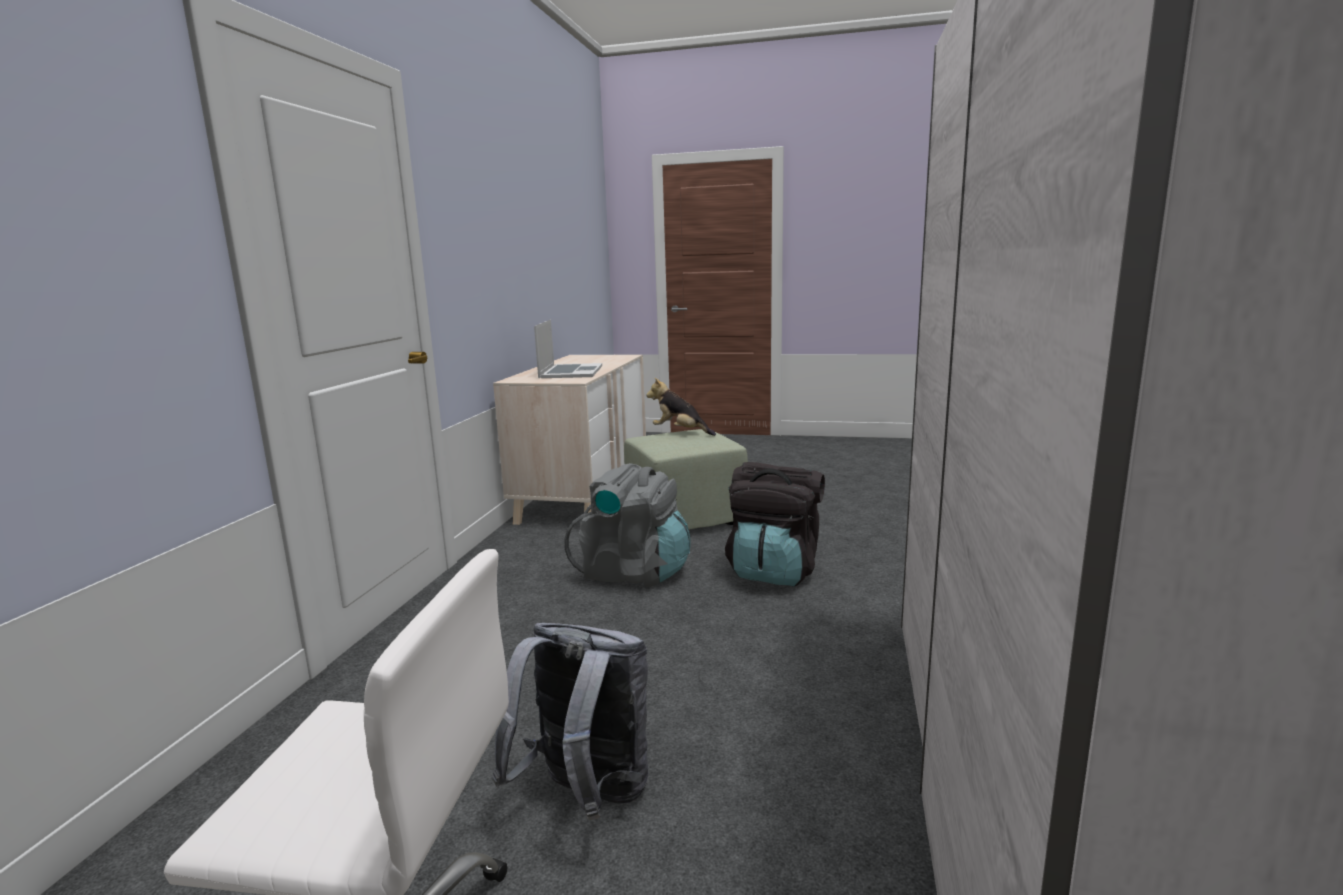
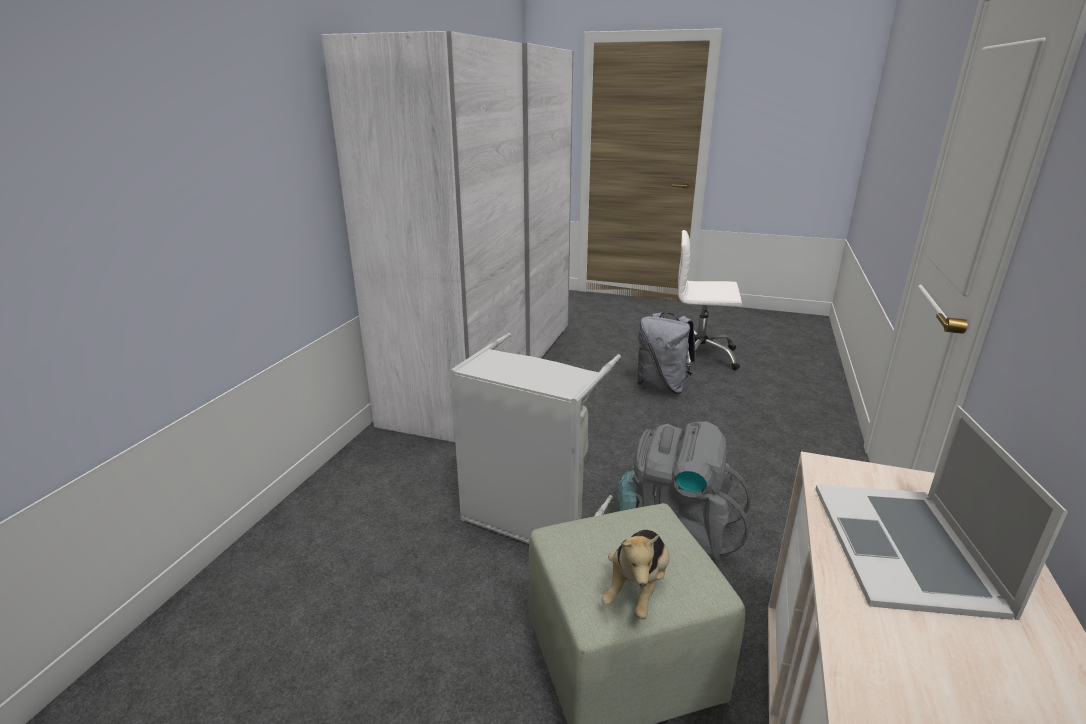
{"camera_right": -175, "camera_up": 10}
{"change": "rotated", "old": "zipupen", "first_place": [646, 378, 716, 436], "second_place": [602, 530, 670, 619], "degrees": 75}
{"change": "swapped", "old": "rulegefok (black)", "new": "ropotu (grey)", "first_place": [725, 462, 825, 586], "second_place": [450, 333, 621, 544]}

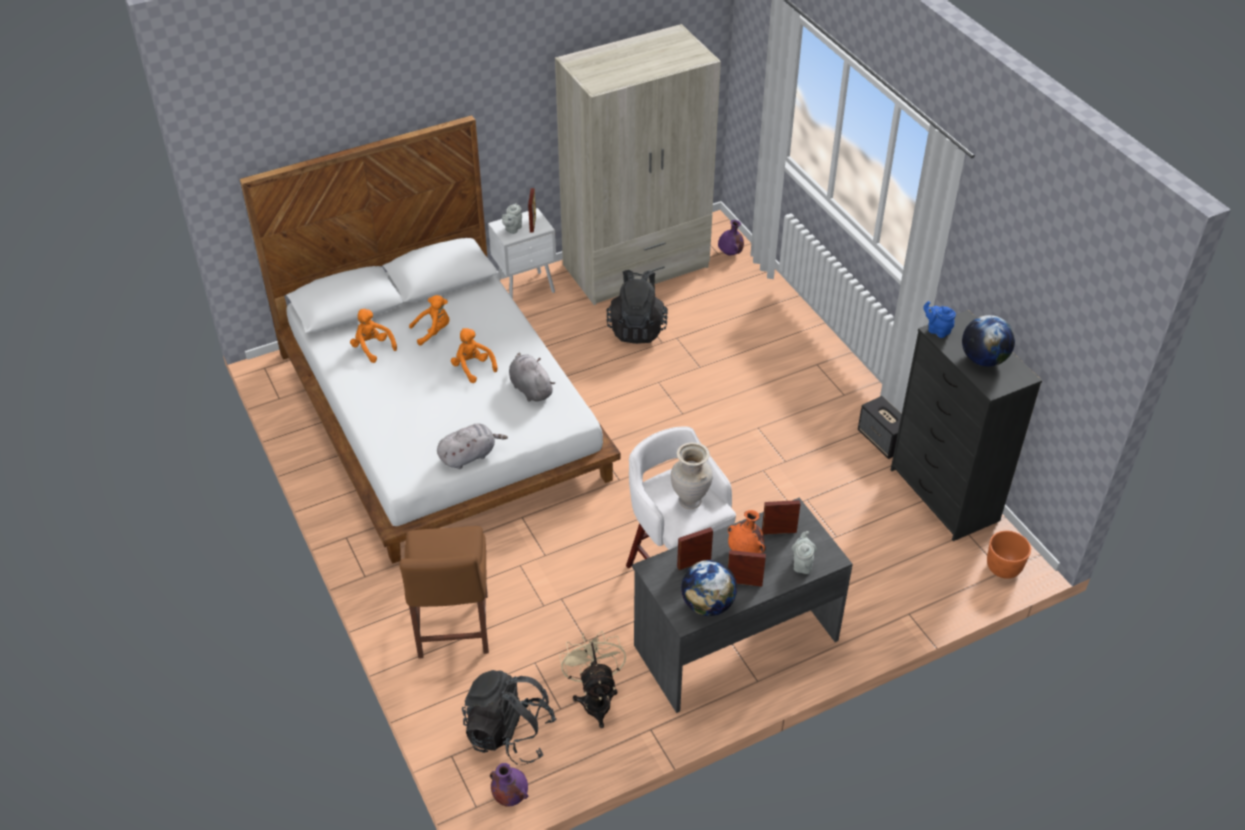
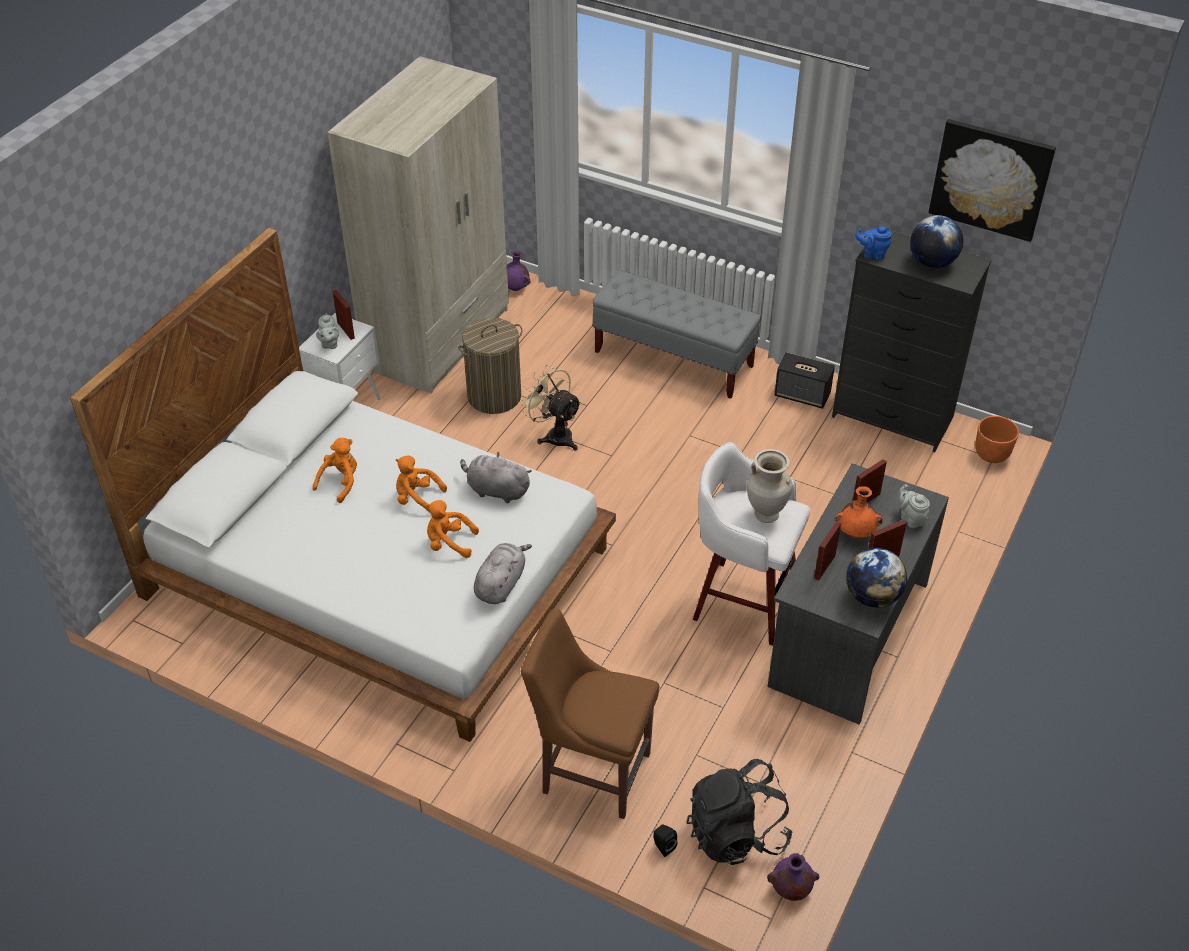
{"camera_right": -35, "camera_up": 0}
{"change": "swapped", "old": "rulegefok (black)", "new": "ropotu", "first_place": [606, 270, 668, 344], "second_place": [458, 318, 522, 414]}
{"change": "shifted", "old": "zipupen (orange)", "first_place": [350, 309, 397, 363], "second_place": [426, 500, 479, 558]}
{"change": "rotated", "old": "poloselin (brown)", "first_place": [399, 526, 489, 659], "second_place": [521, 609, 659, 819], "degrees": 150}
{"change": "shifted", "old": "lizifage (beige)", "first_place": [559, 631, 626, 728], "second_place": [520, 365, 582, 451]}
{"change": "new", "new": "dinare", "second_place": [929, 119, 1056, 242]}
{"change": "new", "new": "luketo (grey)", "second_place": [593, 270, 761, 399]}
{"change": "new", "new": "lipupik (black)", "second_place": [653, 825, 677, 857]}

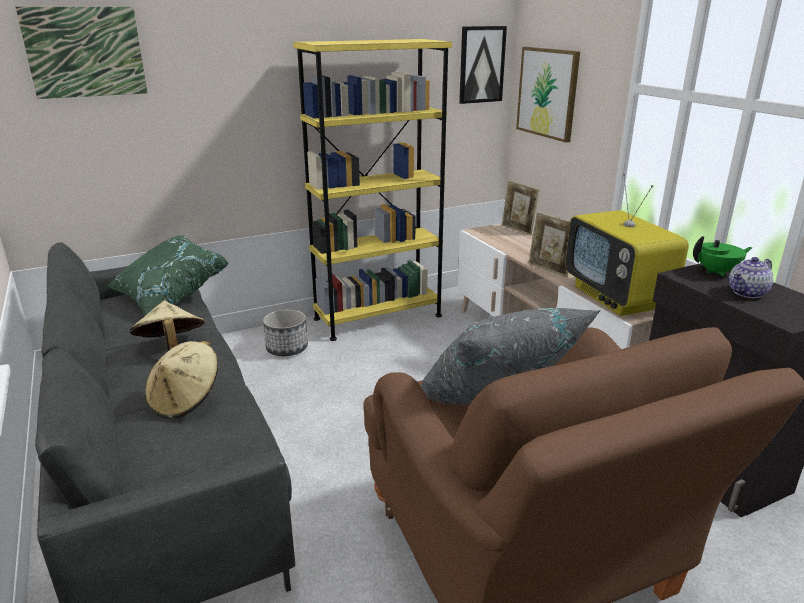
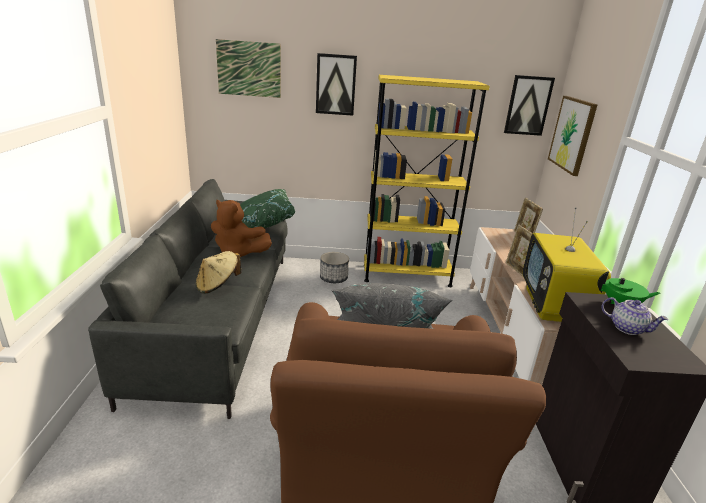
{"camera_right": 25, "camera_up": 0}
{"change": "rotated", "old": "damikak", "first_place": [729, 257, 774, 298], "second_place": [602, 297, 668, 335], "degrees": -135}
{"change": "swapped", "old": "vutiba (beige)", "new": "zipupen (brown)", "first_place": [130, 300, 205, 351], "second_place": [211, 200, 272, 257]}
{"change": "new", "new": "dinare", "second_place": [316, 53, 357, 116]}

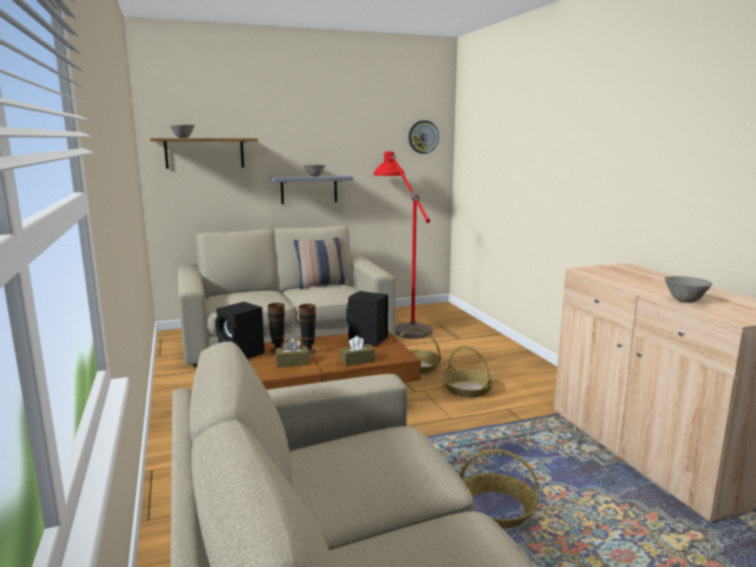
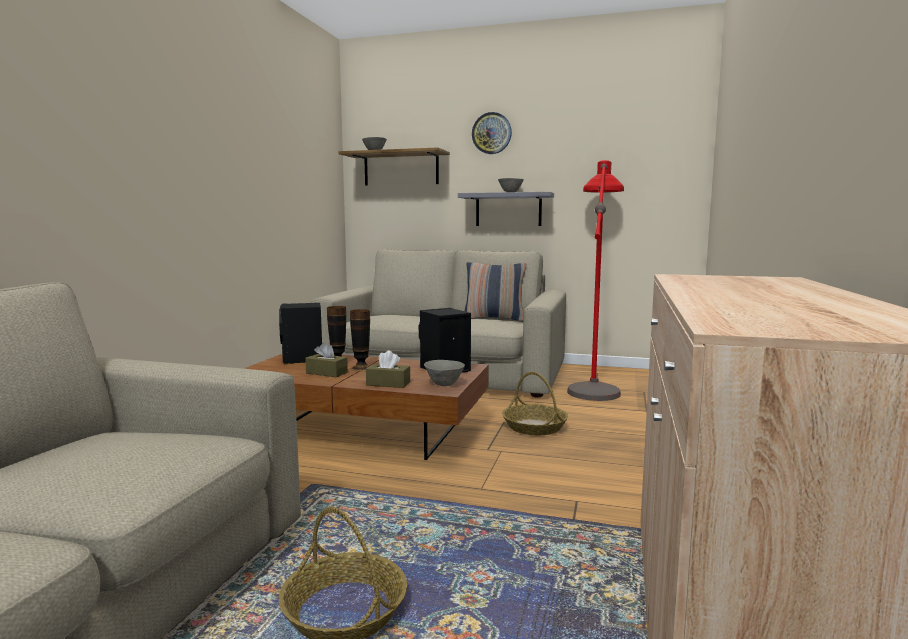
{"camera_right": 35, "camera_up": -5}
{"change": "shifted", "old": "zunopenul", "first_place": [408, 120, 439, 154], "second_place": [472, 112, 512, 154]}
{"change": "shifted", "old": "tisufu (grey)", "first_place": [665, 276, 712, 303], "second_place": [424, 360, 465, 386]}
{"change": "gone", "old": "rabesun", "first_place": [442, 346, 495, 397]}

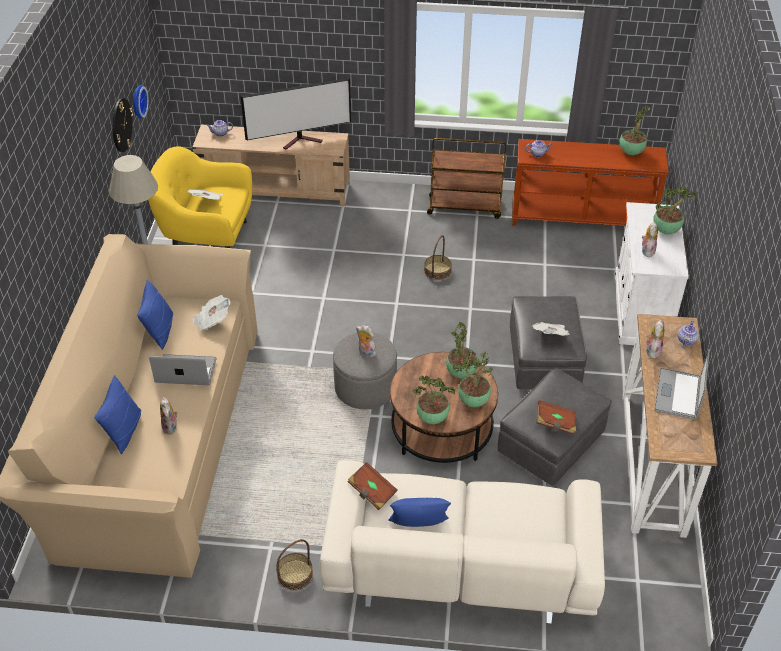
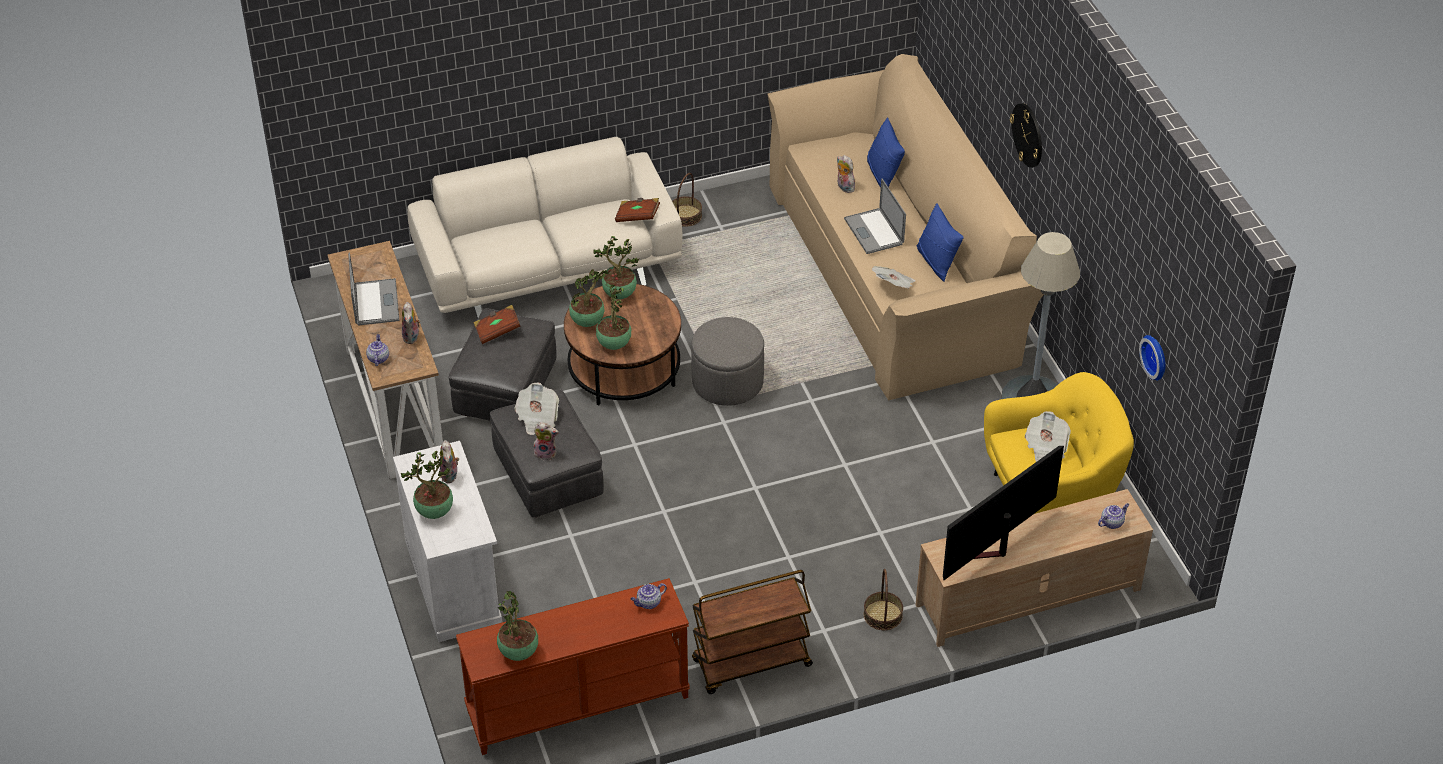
{"camera_right": 155, "camera_up": 0}
{"change": "shifted", "old": "zunopenul", "first_place": [113, 98, 133, 152], "second_place": [1010, 103, 1042, 168]}
{"change": "shifted", "old": "rabesun", "first_place": [424, 235, 452, 280], "second_place": [864, 569, 903, 630]}
{"change": "shifted", "old": "zipupen", "first_place": [356, 325, 376, 357], "second_place": [534, 422, 559, 460]}
{"change": "rotated", "old": "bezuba", "first_place": [149, 354, 216, 385], "second_place": [844, 179, 906, 254], "degrees": 90}
{"change": "gone", "old": "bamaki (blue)", "first_place": [388, 498, 451, 527]}

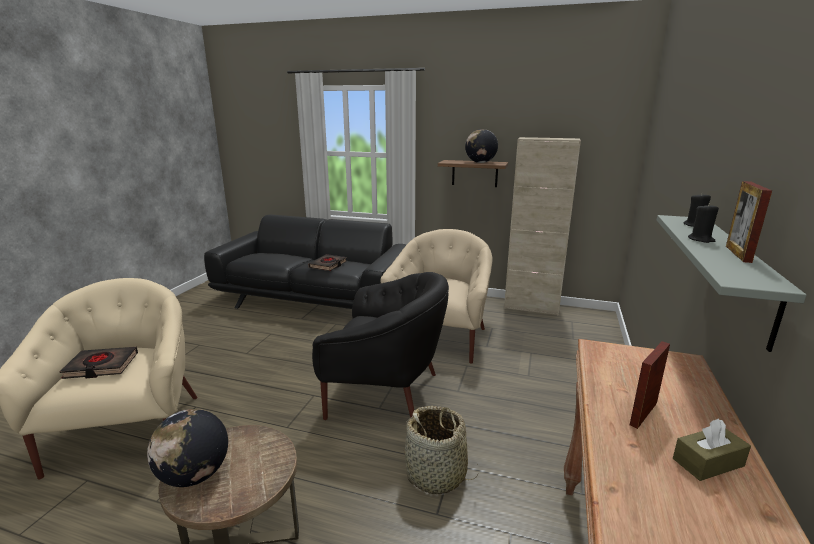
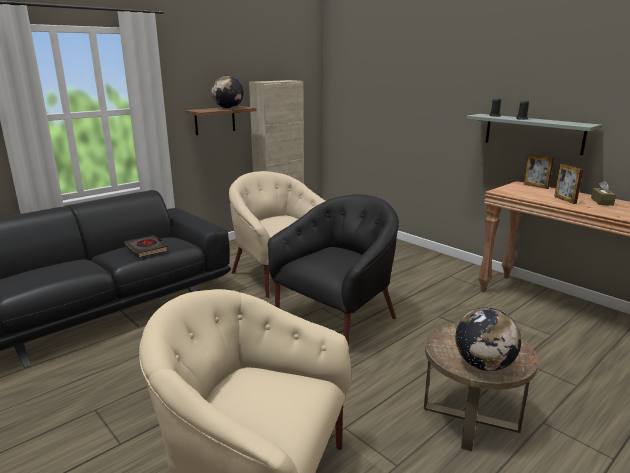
{"camera_right": -60, "camera_up": 0}
{"change": "shifted", "old": "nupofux", "first_place": [726, 181, 772, 263], "second_place": [524, 154, 554, 189]}
{"change": "gone", "old": "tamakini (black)", "first_place": [60, 347, 138, 379]}
{"change": "gone", "old": "rabesun", "first_place": [403, 406, 479, 494]}

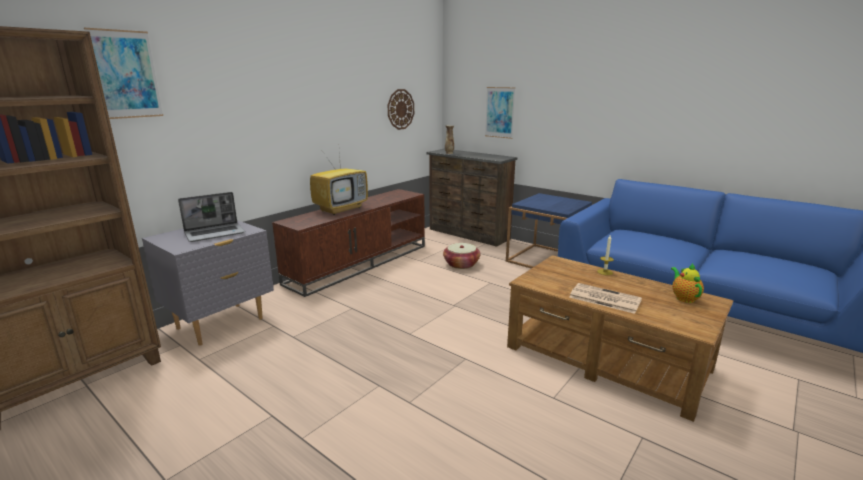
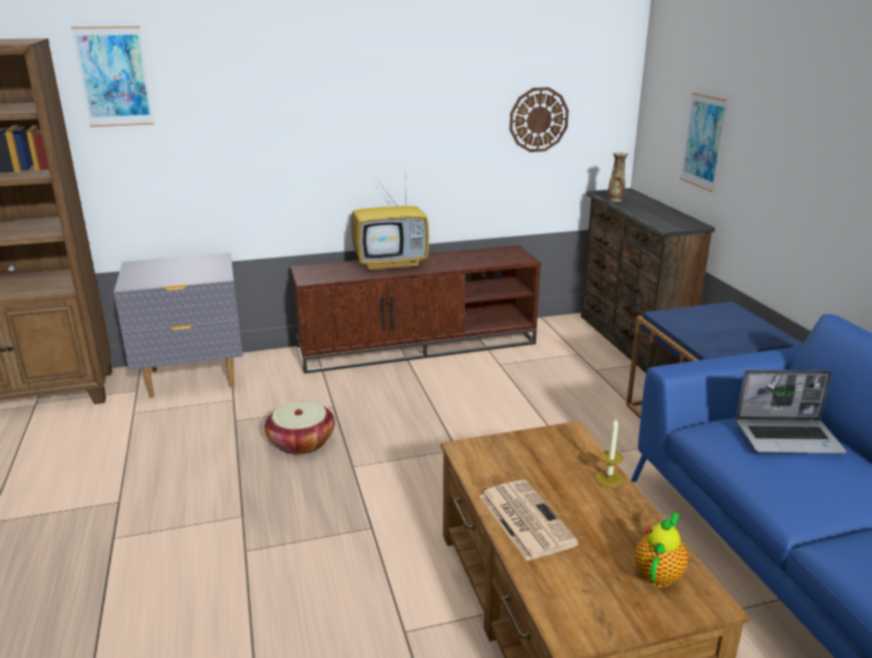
{"camera_right": 35, "camera_up": 5}
{"change": "shifted", "old": "bezuba", "first_place": [178, 192, 245, 242], "second_place": [736, 370, 847, 453]}
{"change": "shifted", "old": "rabesun", "first_place": [443, 243, 480, 269], "second_place": [265, 400, 335, 455]}

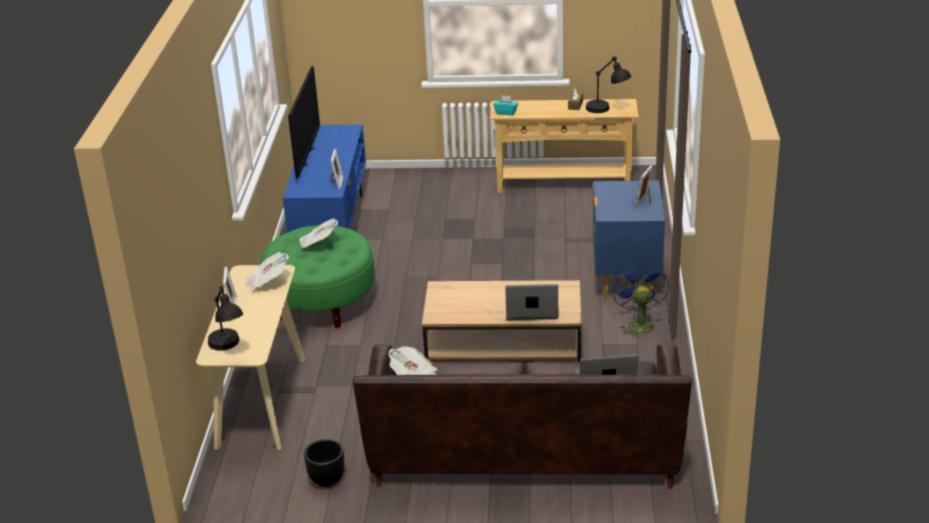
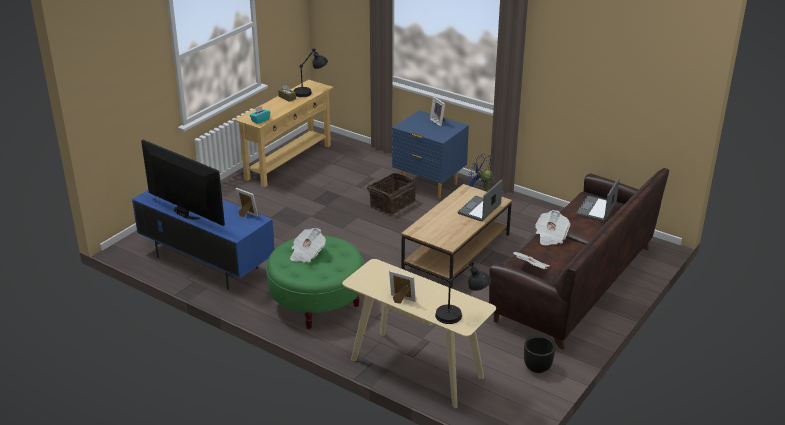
{"camera_right": -60, "camera_up": 0}
{"change": "shifted", "old": "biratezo", "first_place": [243, 252, 289, 291], "second_place": [535, 210, 570, 245]}
{"change": "new", "new": "rabesun", "second_place": [367, 173, 416, 215]}

